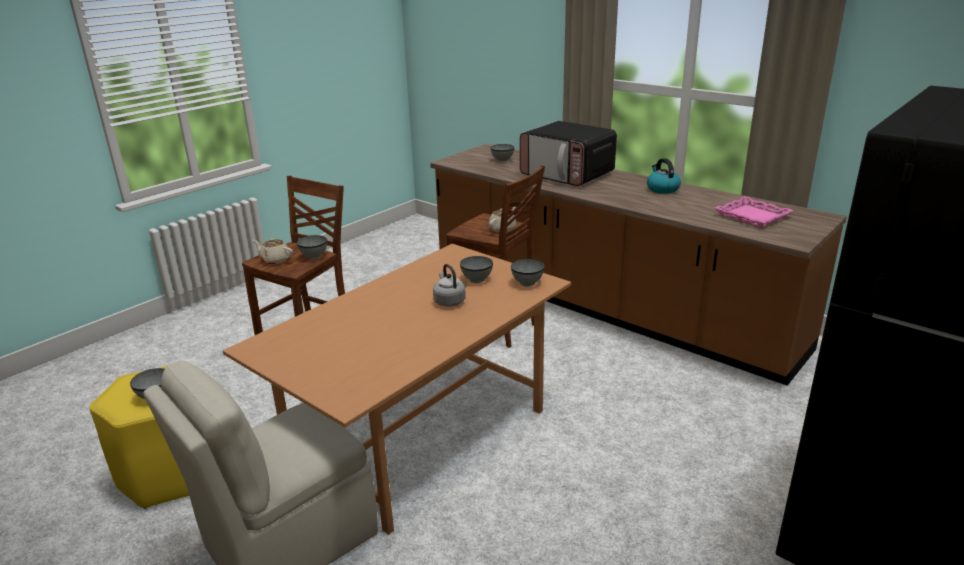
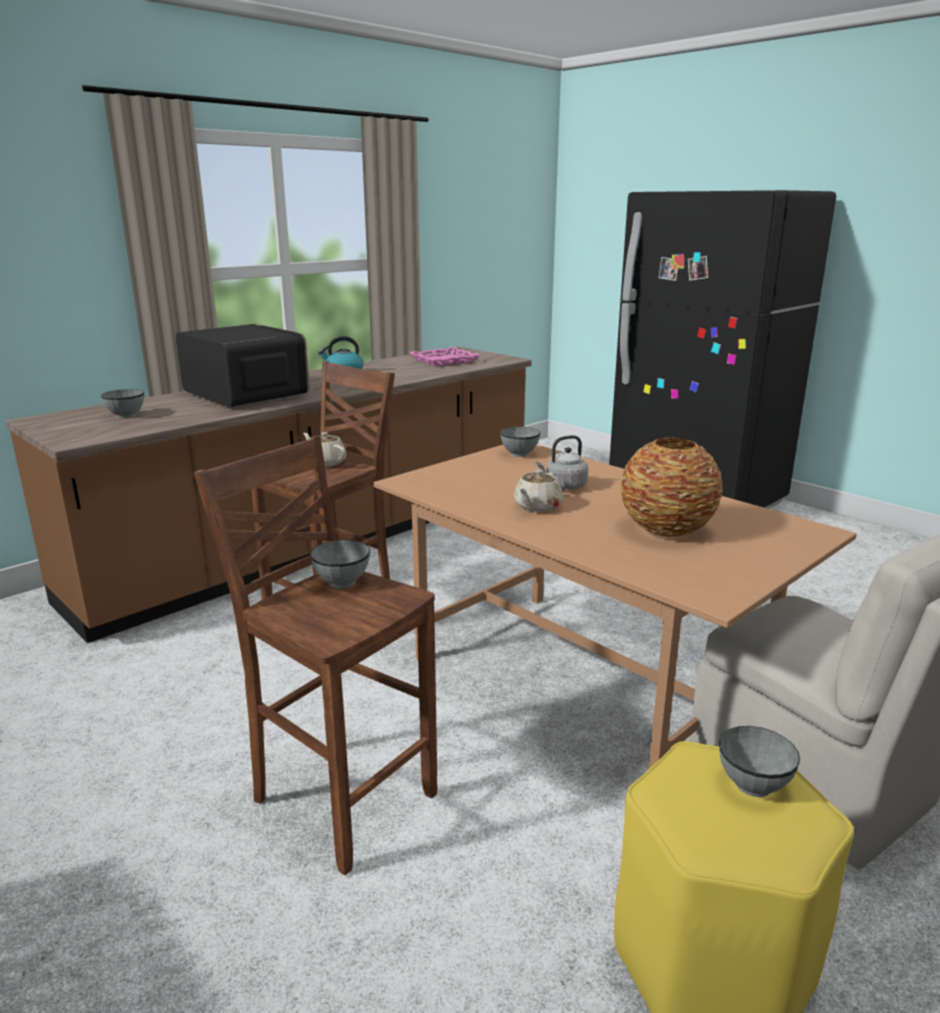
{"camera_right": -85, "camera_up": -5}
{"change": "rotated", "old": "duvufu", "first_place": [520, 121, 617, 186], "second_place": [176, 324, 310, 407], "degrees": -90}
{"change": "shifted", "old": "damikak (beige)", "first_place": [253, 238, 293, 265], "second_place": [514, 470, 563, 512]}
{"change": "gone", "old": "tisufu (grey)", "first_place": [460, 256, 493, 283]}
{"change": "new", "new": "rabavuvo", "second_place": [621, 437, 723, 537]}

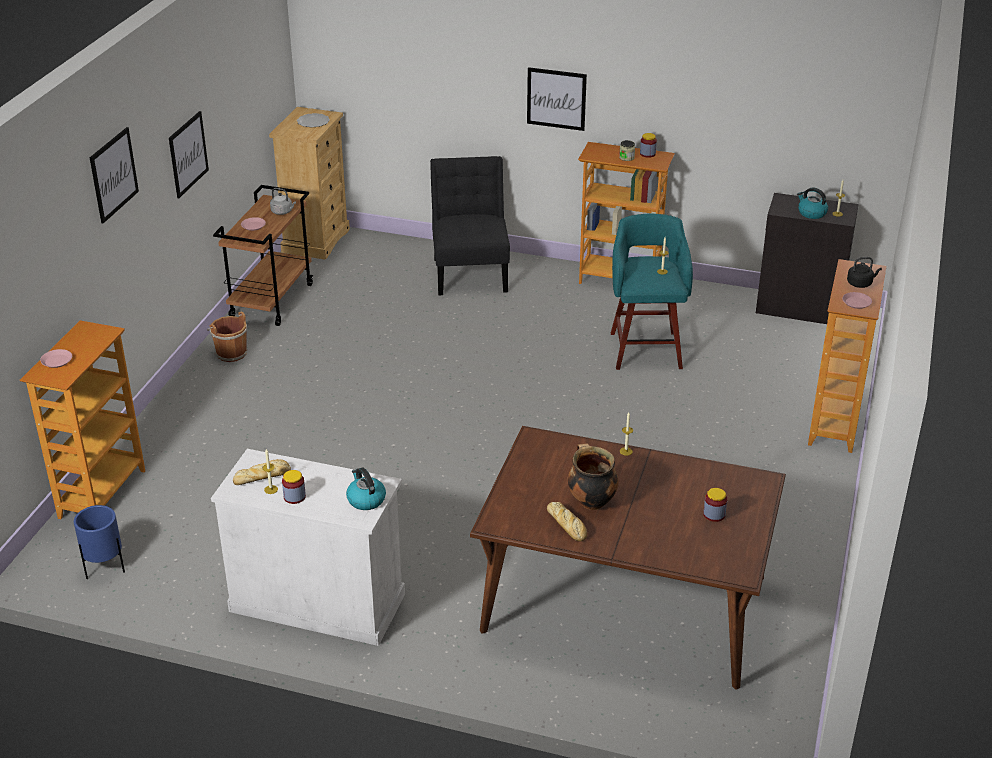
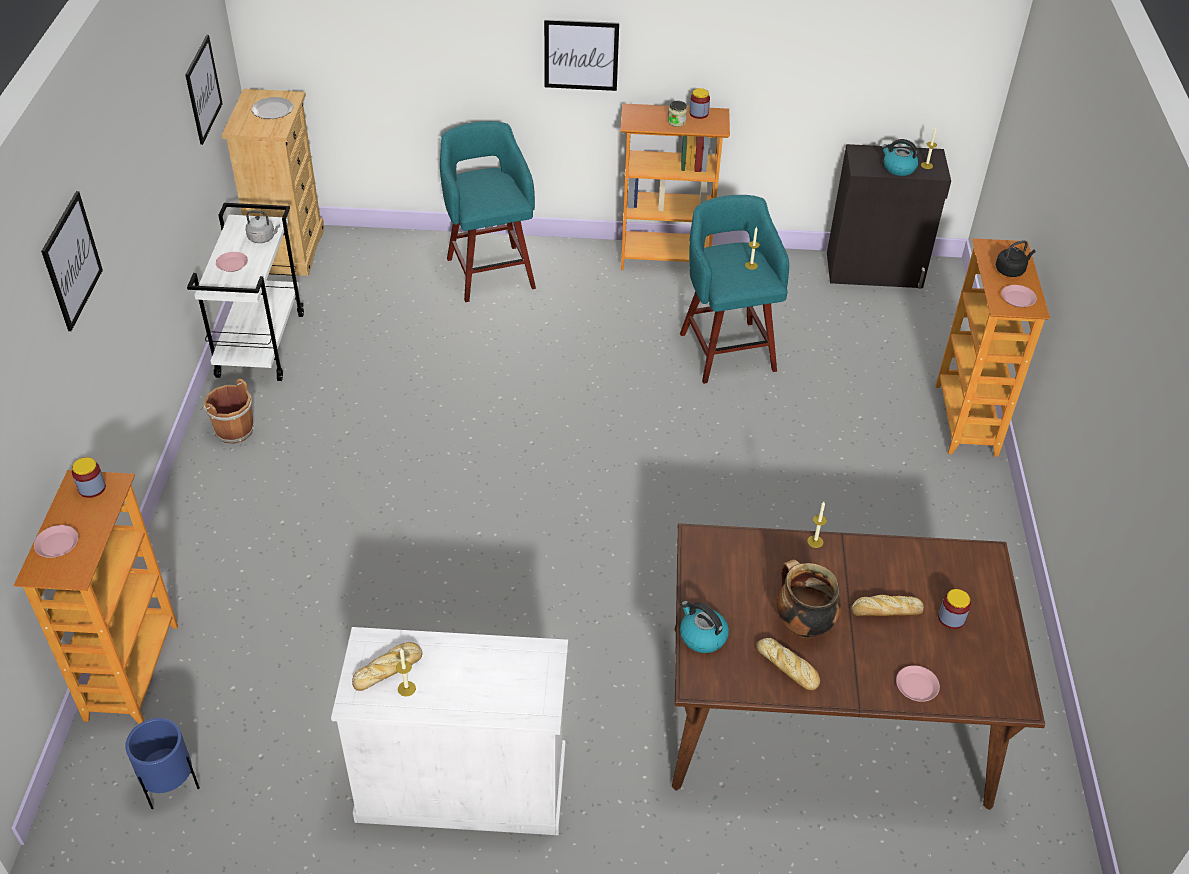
{"camera_right": -15, "camera_up": 10}
{"change": "shifted", "old": "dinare", "first_place": [169, 111, 209, 198], "second_place": [185, 35, 223, 145]}
{"change": "swapped", "old": "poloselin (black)", "new": "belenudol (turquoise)", "first_place": [430, 156, 510, 295], "second_place": [440, 121, 536, 302]}
{"change": "repainted", "old": "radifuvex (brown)", "new": "radifuvex (white)", "first_place": [213, 185, 313, 326], "second_place": [187, 203, 304, 381]}
{"change": "shifted", "old": "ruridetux", "first_place": [346, 468, 386, 510], "second_place": [680, 601, 729, 653]}
{"change": "shifted", "old": "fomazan", "first_place": [282, 470, 306, 504], "second_place": [72, 457, 106, 498]}
{"change": "new", "new": "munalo", "second_place": [851, 595, 924, 616]}
{"change": "new", "new": "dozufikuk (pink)", "second_place": [896, 665, 940, 702]}

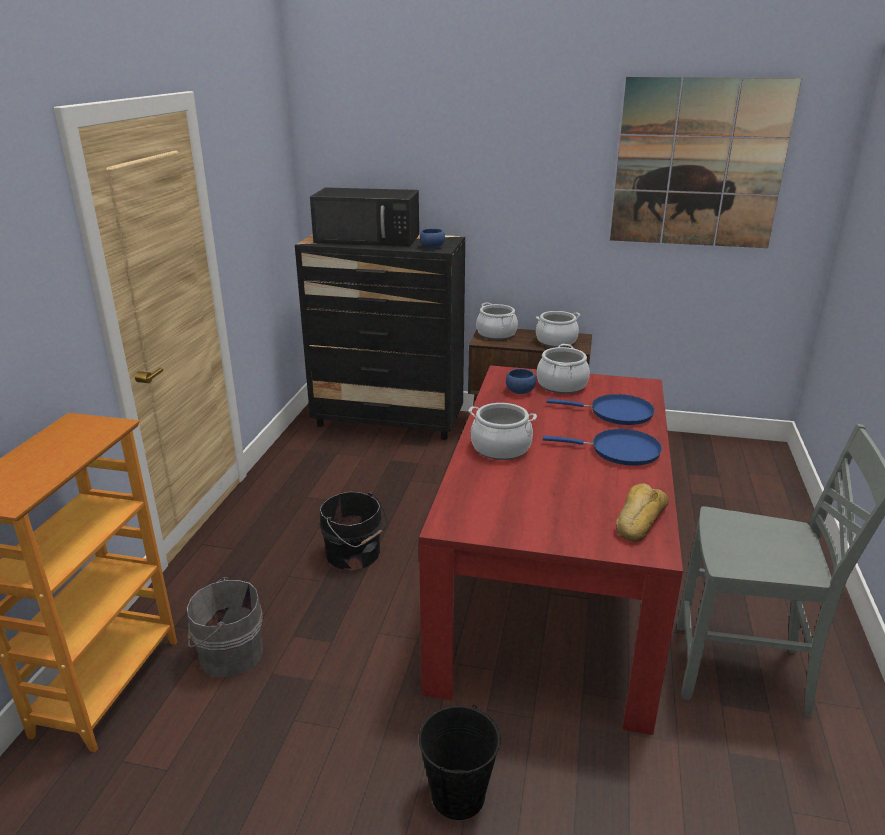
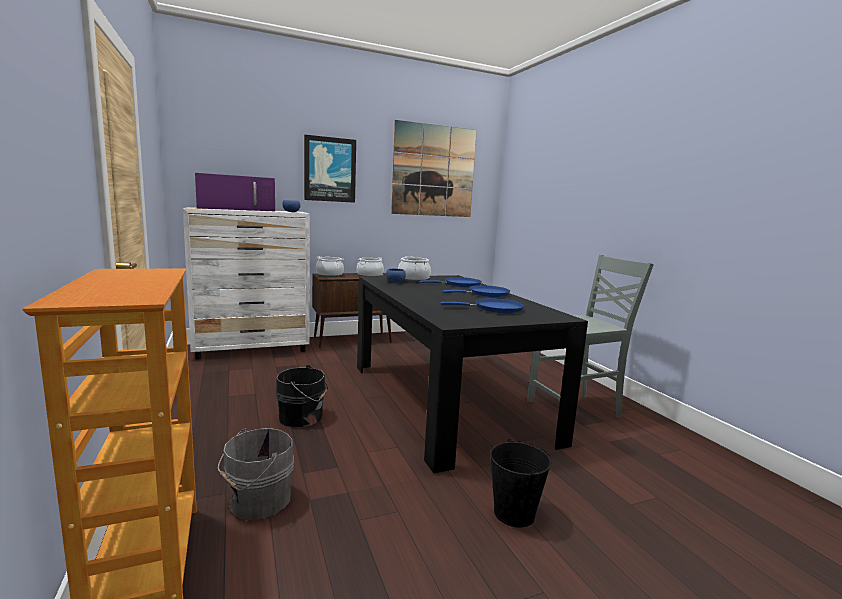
{"camera_right": -35, "camera_up": -15}
{"change": "repainted", "old": "duvufu (black)", "new": "duvufu (purple)", "first_place": [310, 187, 419, 246], "second_place": [195, 173, 275, 211]}
{"change": "repainted", "old": "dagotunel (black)", "new": "dagotunel (white)", "first_place": [295, 234, 465, 440], "second_place": [183, 207, 310, 360]}
{"change": "repainted", "old": "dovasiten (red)", "new": "dovasiten (black)", "first_place": [419, 365, 683, 735], "second_place": [357, 275, 588, 473]}
{"change": "gone", "old": "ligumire", "first_place": [469, 403, 537, 460]}
{"change": "gone", "old": "munalo", "first_place": [616, 483, 668, 542]}
{"change": "new", "new": "dinare", "second_place": [304, 135, 356, 203]}
{"change": "new", "new": "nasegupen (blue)", "second_place": [440, 298, 524, 313]}

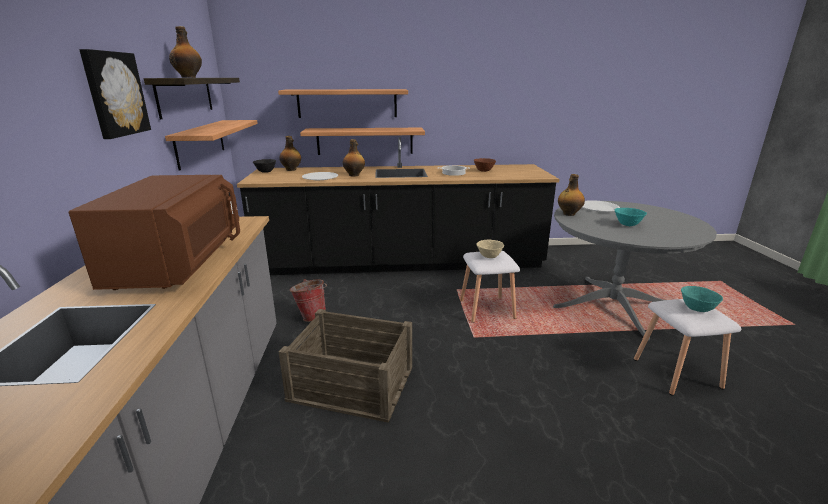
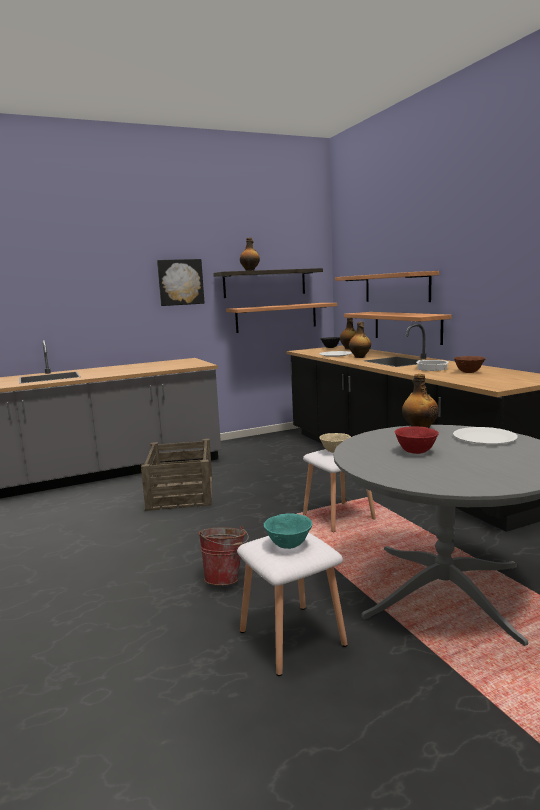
{"camera_right": 70, "camera_up": -10}
{"change": "gone", "old": "duvufu (brown)", "first_place": [69, 175, 240, 290]}
{"change": "repainted", "old": "tisufu (turquoise)", "new": "tisufu (red)", "first_place": [615, 208, 647, 226], "second_place": [395, 426, 439, 454]}
{"change": "shifted", "old": "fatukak", "first_place": [290, 279, 327, 322], "second_place": [198, 526, 248, 585]}

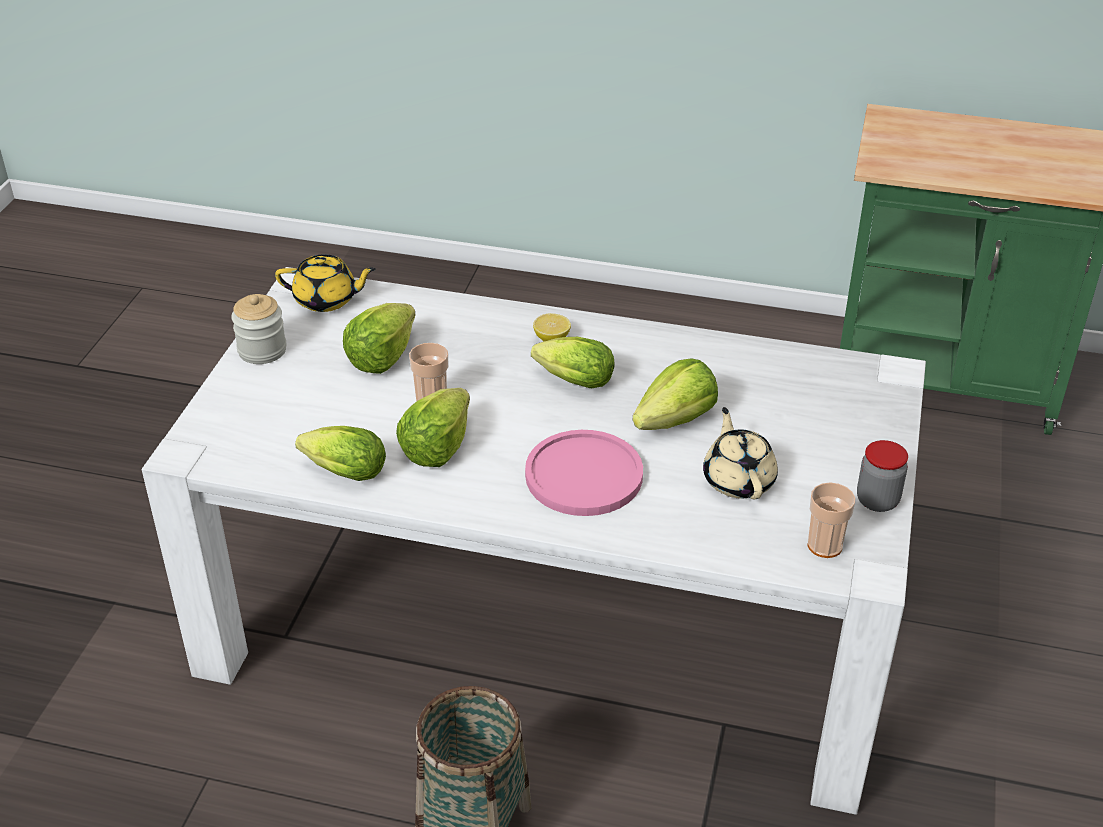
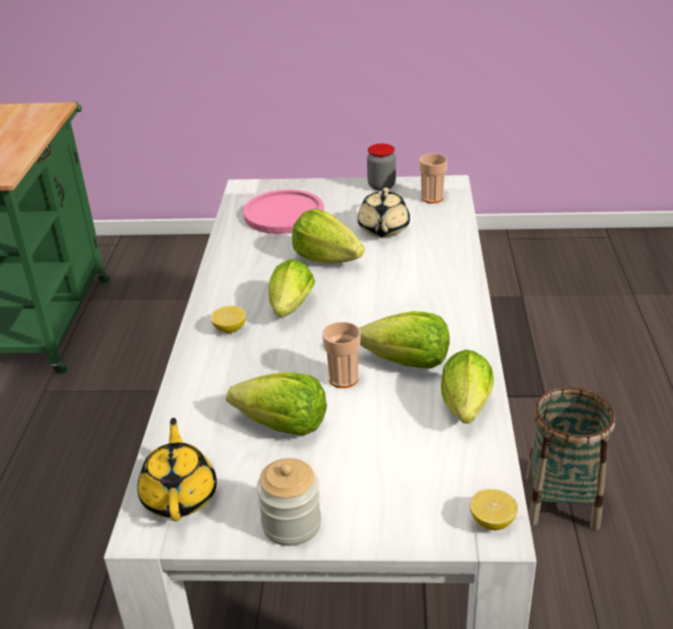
{"camera_right": -100, "camera_up": -5}
{"change": "rotated", "old": "damikak (beige)", "first_place": [703, 407, 778, 499], "second_place": [358, 188, 410, 237], "degrees": -60}
{"change": "shifted", "old": "dozufikuk (pink)", "first_place": [525, 430, 643, 516], "second_place": [243, 190, 324, 234]}
{"change": "new", "new": "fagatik", "second_place": [470, 489, 518, 530]}

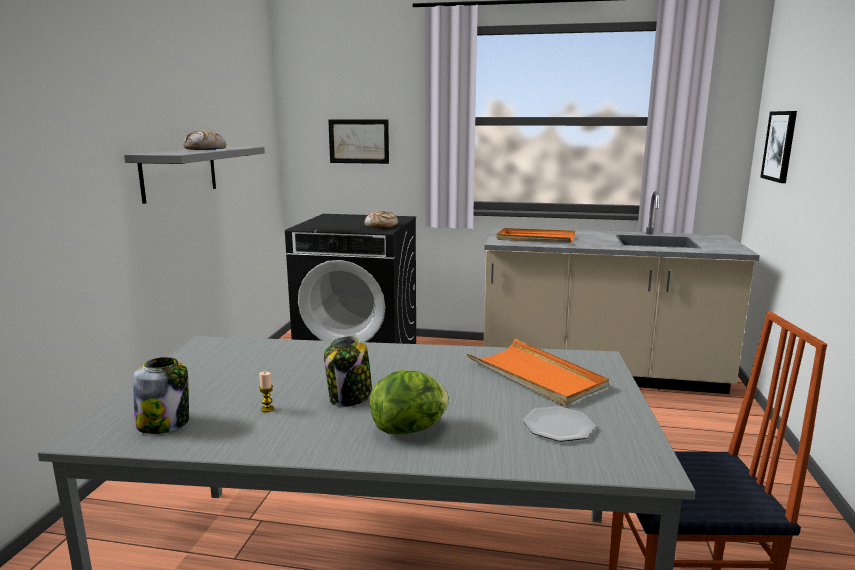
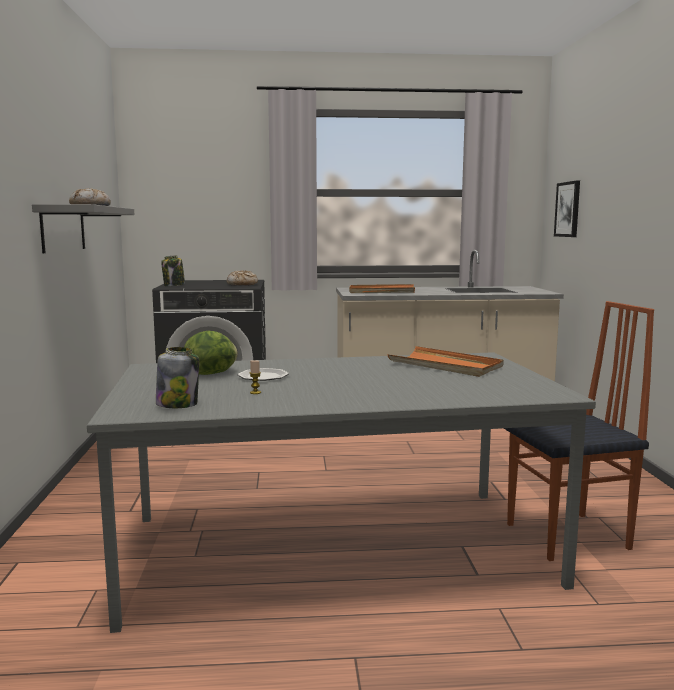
{"camera_right": -15, "camera_up": -5}
{"change": "gone", "old": "dinare", "first_place": [328, 119, 389, 164]}
{"change": "shifted", "old": "fomazan", "first_place": [324, 336, 373, 407], "second_place": [161, 255, 185, 286]}
{"change": "shifted", "old": "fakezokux", "first_place": [370, 370, 449, 434], "second_place": [184, 331, 238, 375]}
{"change": "shifted", "old": "dozufikuk", "first_place": [523, 406, 596, 442], "second_place": [238, 368, 289, 381]}

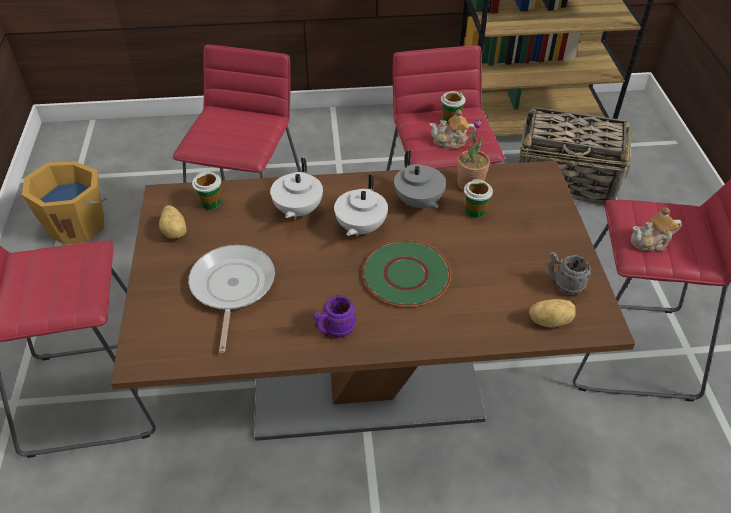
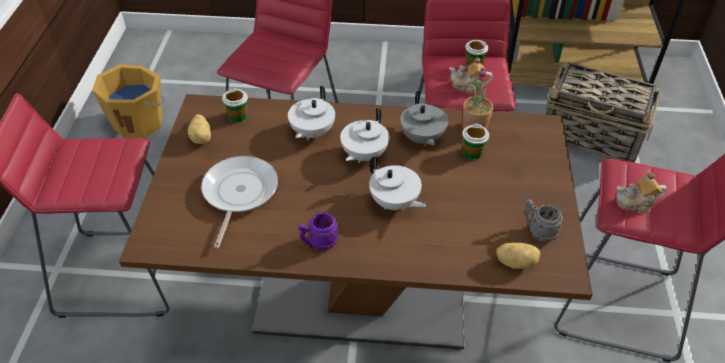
{"camera_right": 10, "camera_up": 0}
{"change": "swapped", "old": "dozufikuk (green)", "new": "damikak (white)", "first_place": [361, 240, 451, 307], "second_place": [369, 156, 426, 210]}

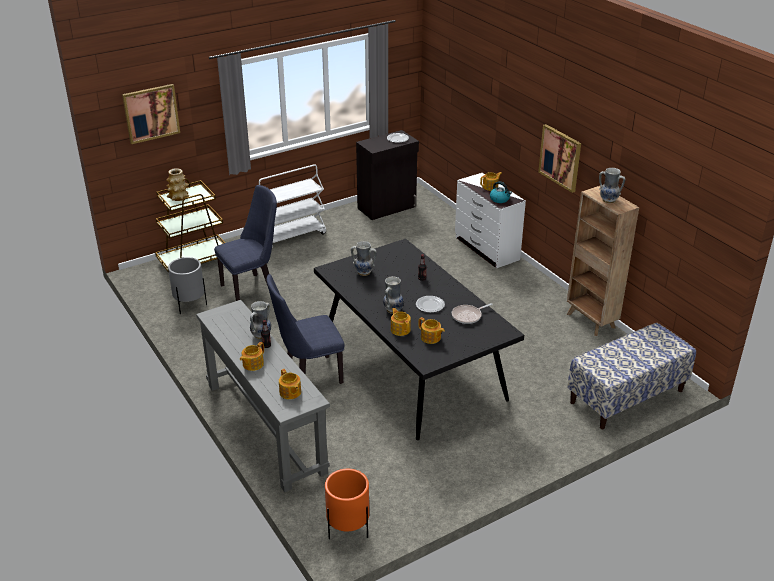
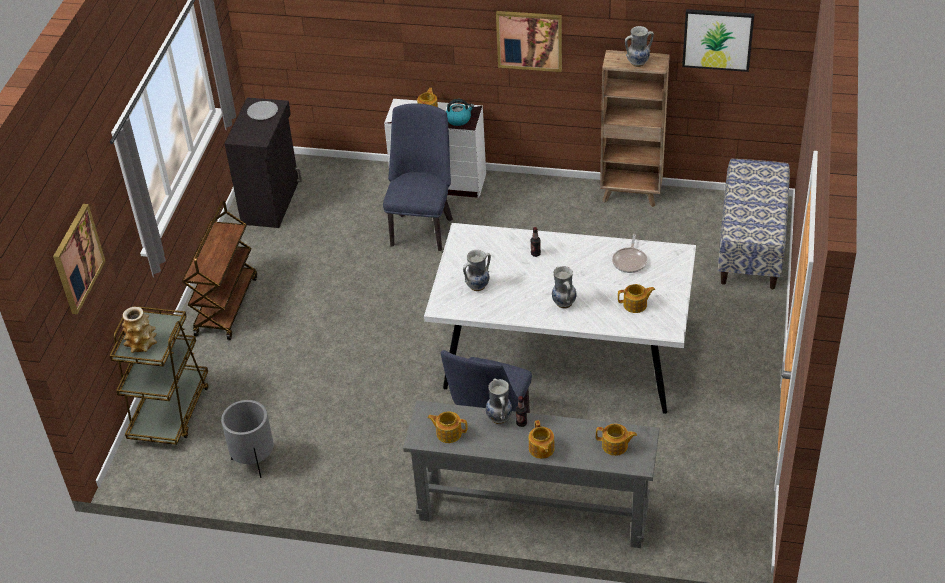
{"camera_right": -45, "camera_up": 10}
{"change": "repainted", "old": "radifuvex (white)", "new": "radifuvex (brown)", "first_place": [259, 164, 326, 247], "second_place": [182, 201, 257, 340]}
{"change": "shifted", "old": "poloselin (blue)", "first_place": [214, 185, 277, 301], "second_place": [383, 103, 453, 251]}
{"change": "repainted", "old": "dovasiten (black)", "new": "dovasiten (white)", "first_place": [314, 239, 524, 440], "second_place": [424, 223, 696, 414]}
{"change": "gone", "old": "dozufikuk", "first_place": [416, 296, 445, 313]}
{"change": "shifted", "old": "damikak", "first_place": [391, 308, 411, 336], "second_place": [427, 412, 467, 443]}
{"change": "gone", "old": "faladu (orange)", "first_place": [325, 469, 369, 540]}
{"change": "new", "new": "dinare", "second_place": [682, 9, 754, 72]}

